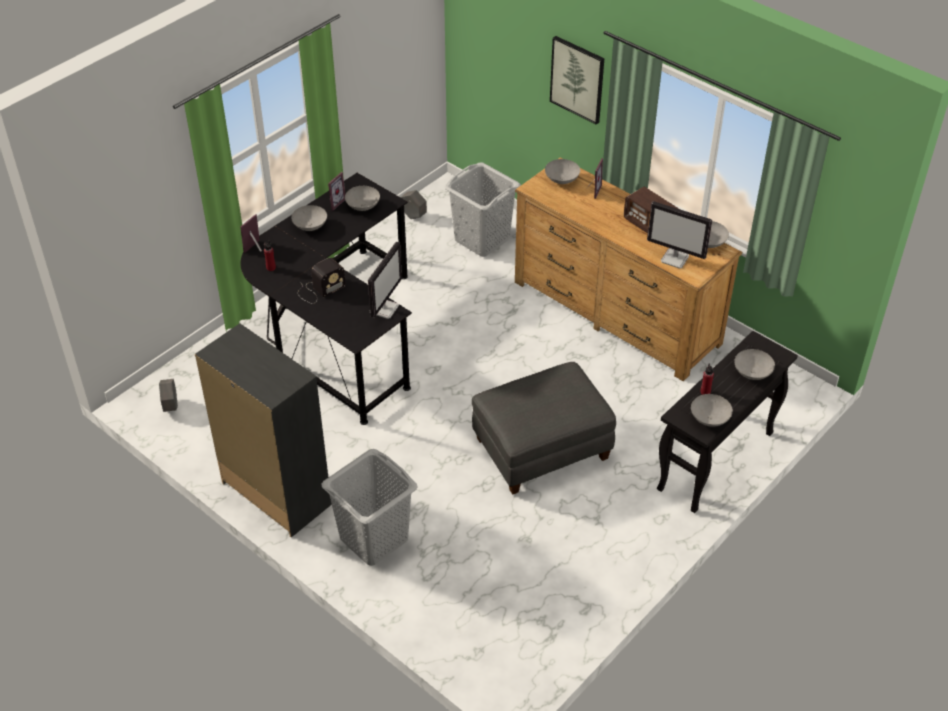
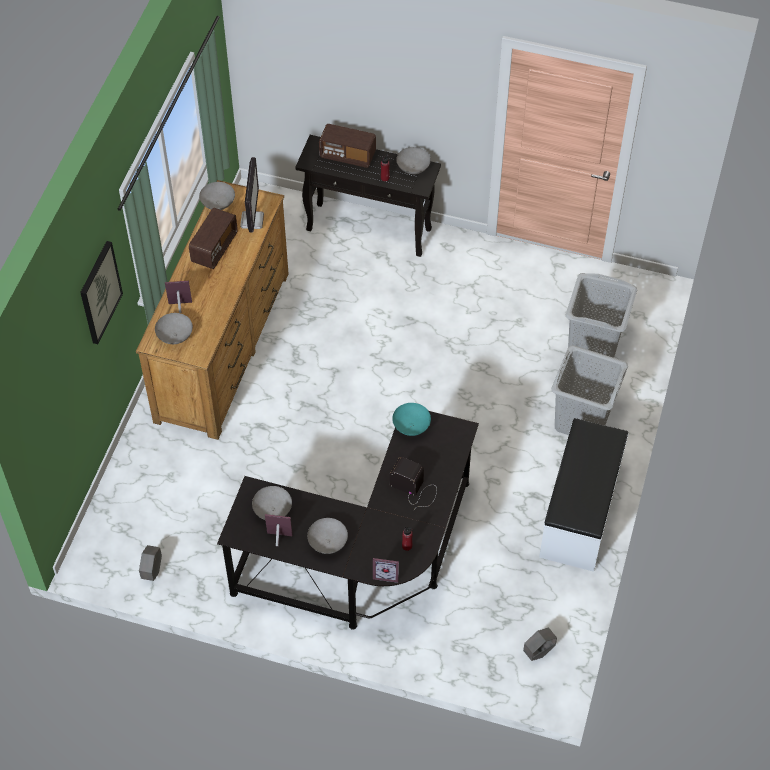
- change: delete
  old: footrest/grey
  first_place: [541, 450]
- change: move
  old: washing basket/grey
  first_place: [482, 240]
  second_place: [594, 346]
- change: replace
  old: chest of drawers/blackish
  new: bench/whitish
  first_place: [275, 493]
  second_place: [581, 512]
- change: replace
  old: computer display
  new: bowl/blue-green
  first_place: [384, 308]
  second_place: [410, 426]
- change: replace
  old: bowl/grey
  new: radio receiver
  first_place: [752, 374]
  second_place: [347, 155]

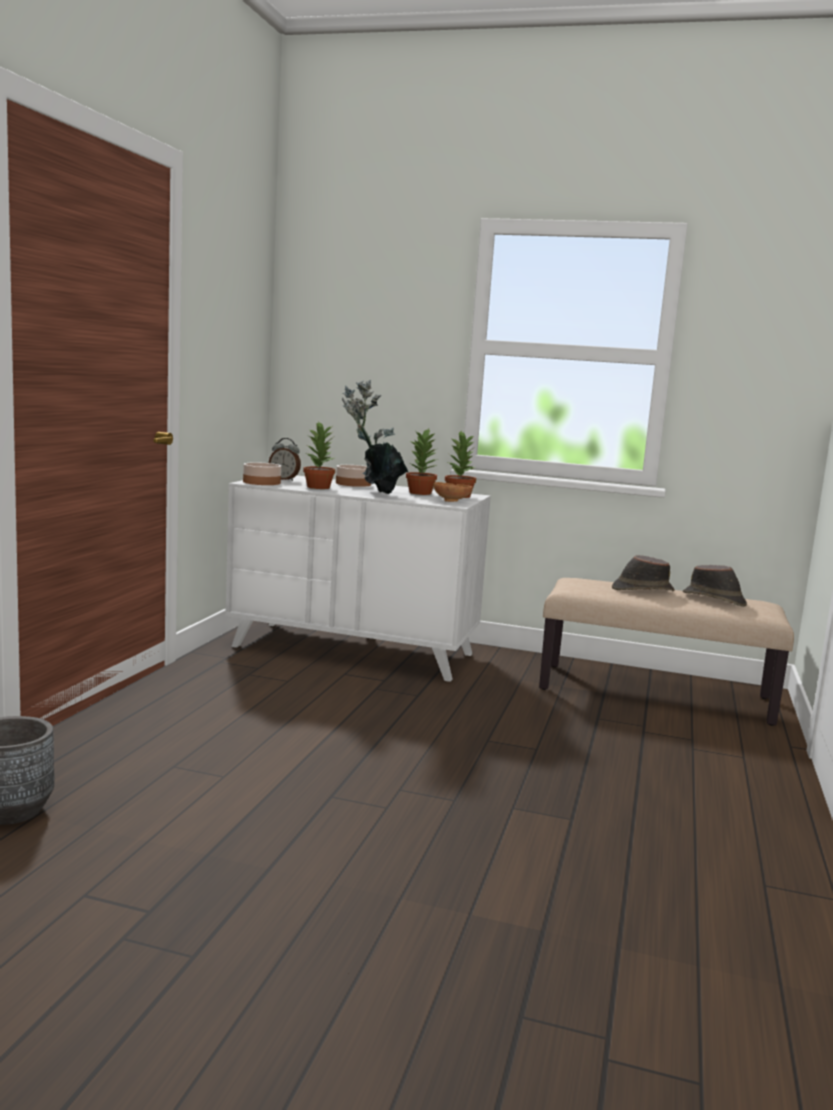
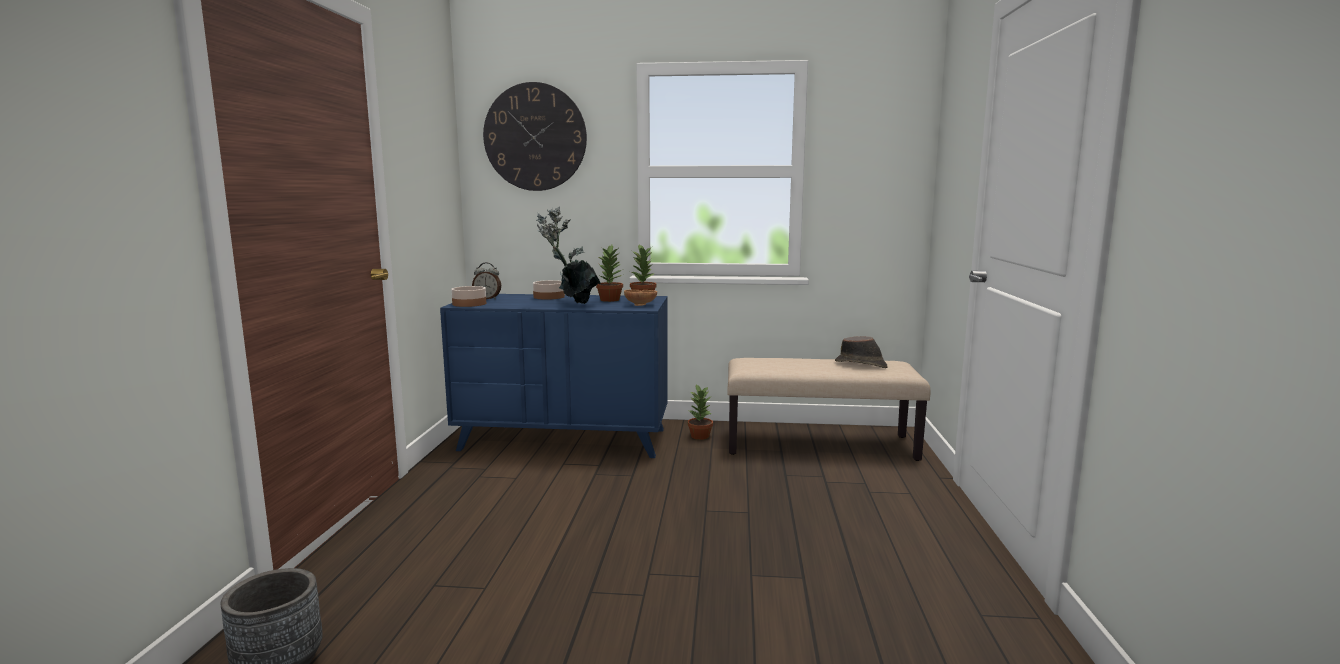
- change: delete
  old: wearable hat/brown
  first_place: [641, 590]
- change: insert
  new: clock on the wall
  second_place: [535, 137]
- change: move
  old: plant in a pot
  first_place: [319, 487]
  second_place: [700, 436]
- change: recolor
  old: chest of drawers/whitish
  new: chest of drawers/blue-coloured
  first_place: [354, 650]
  second_place: [565, 439]

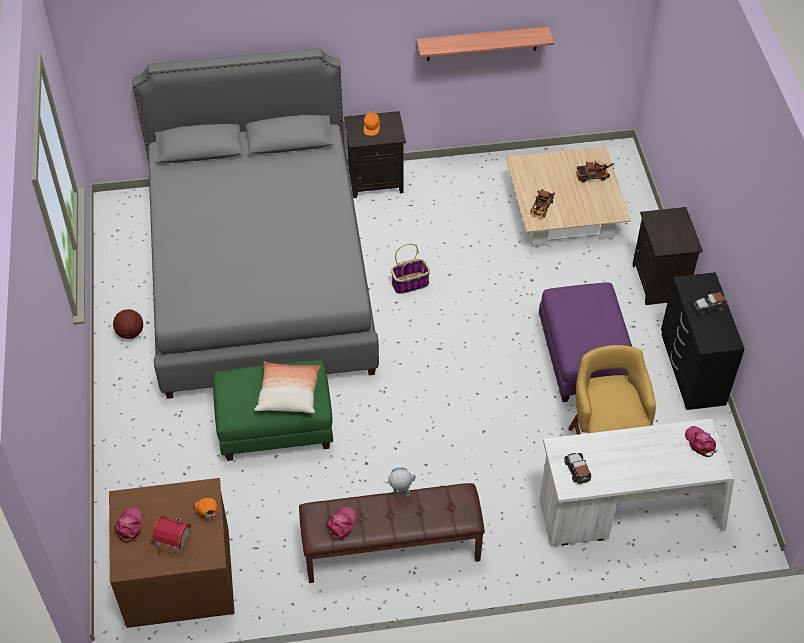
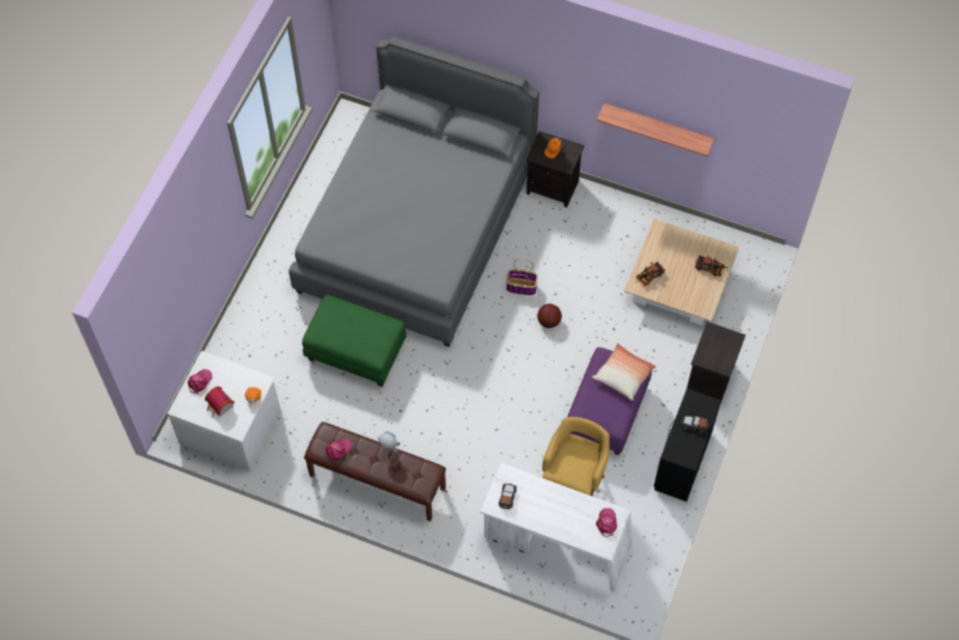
- change: move
  old: basketball
  first_place: [130, 333]
  second_place: [549, 321]
- change: move
  old: throw pillow
  first_place: [288, 394]
  second_place: [623, 375]
- change: recolor
  old: chest of drawers/brown
  new: chest of drawers/whitish
  first_place: [178, 575]
  second_place: [231, 425]

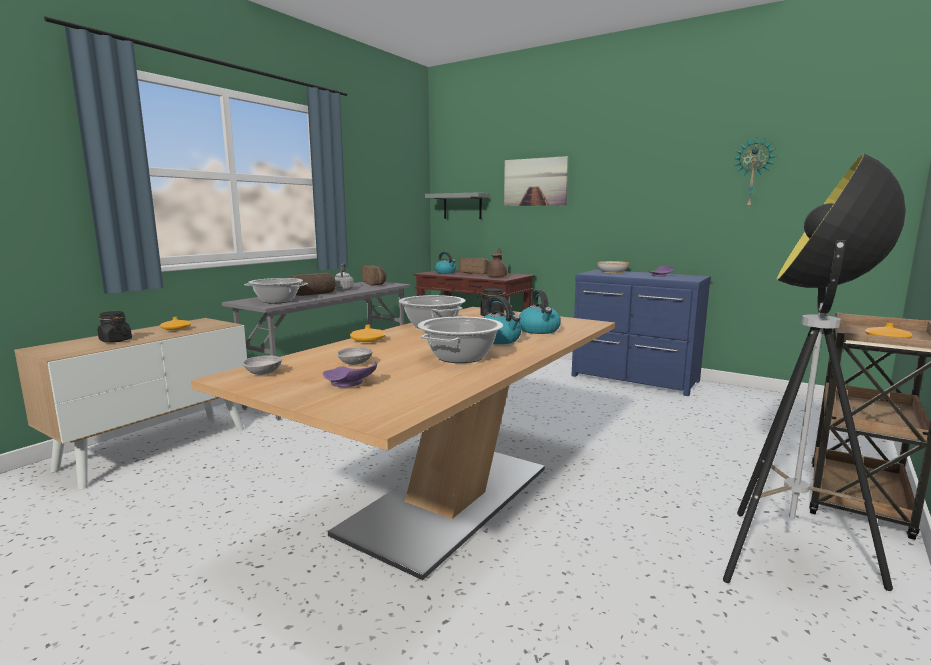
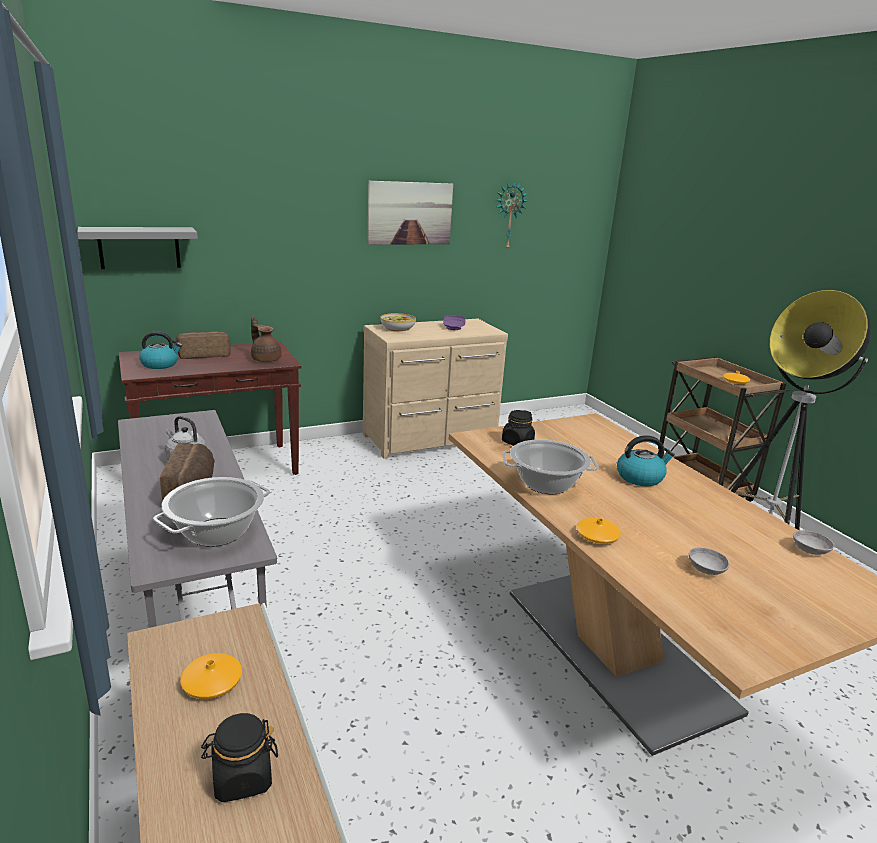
- change: delete
  old: plate/purplish
  first_place: [350, 384]
- change: delete
  old: bakery bread
  first_place: [375, 283]
- change: delete
  old: saucepot
  first_place: [460, 357]
- change: delete
  old: water kettle
  first_place: [539, 330]
- change: move
  old: bowl/grey
  first_place: [263, 373]
  second_place: [810, 550]
- change: move
  old: wall picture
  first_place: [535, 182]
  second_place: [410, 213]
- change: recolor
  old: chest of drawers/blue-coloured
  new: chest of drawers/beige-coloured
  first_place: [634, 379]
  second_place: [432, 439]

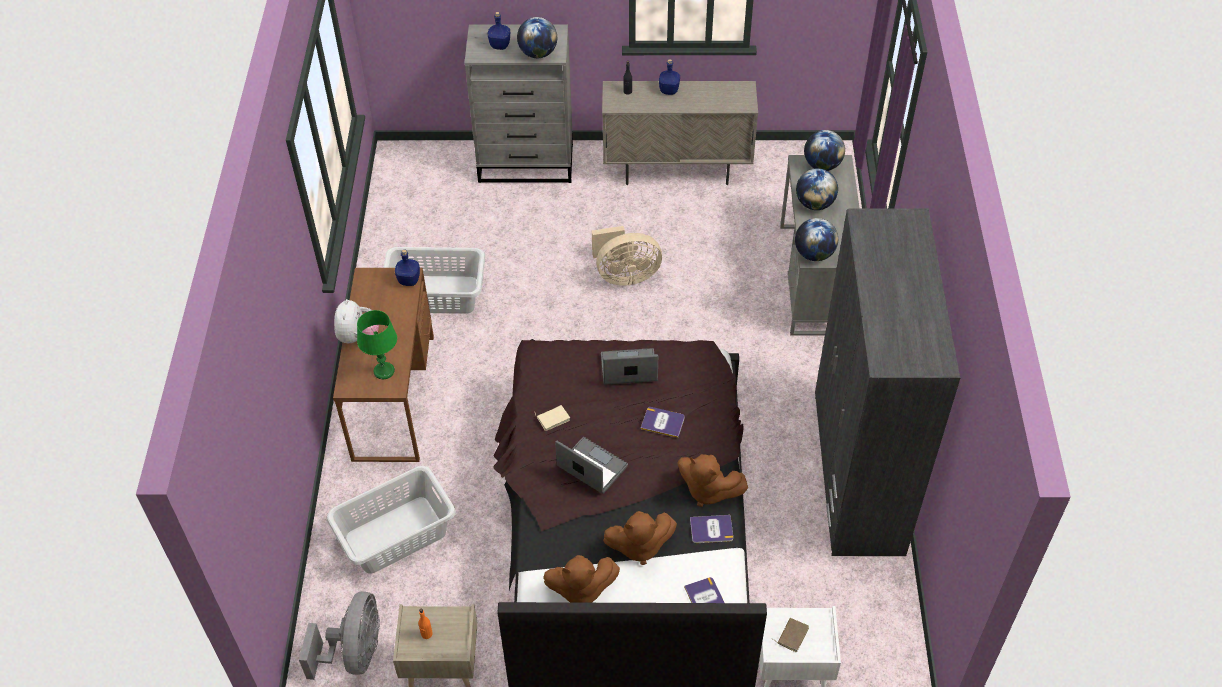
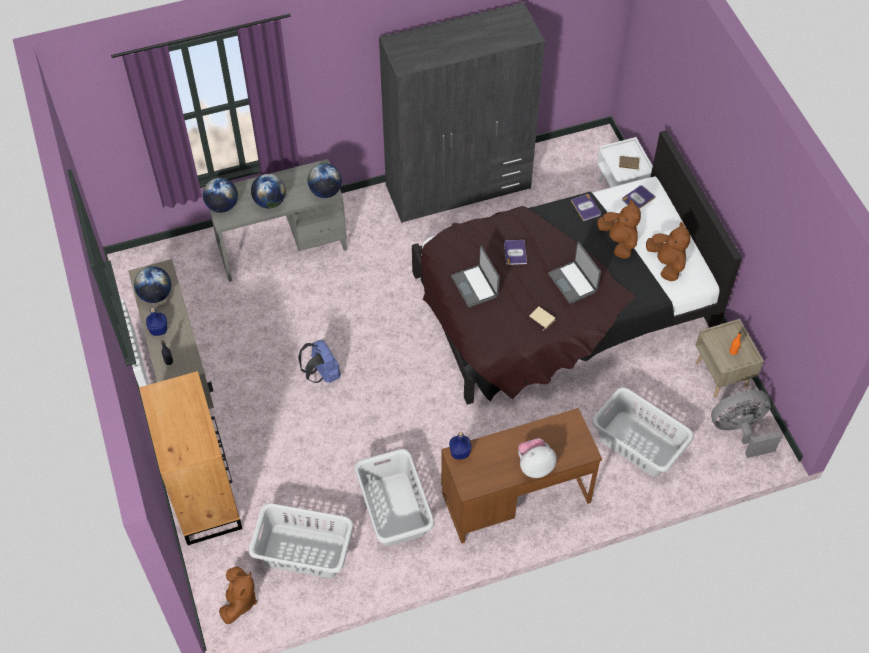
- change: delete
  old: tabletop lamp/greenish
  first_place: [383, 371]
- change: delete
  old: bottle/blue-coloured
  first_place: [500, 45]
- change: insert
  new: washing basket/grey
  second_place: [304, 552]
- change: move
  old: desk globe
  first_place: [538, 53]
  second_place: [155, 295]
- change: move
  old: plush toy/brown
  first_place: [707, 490]
  second_place: [239, 601]
- change: replace
  old: cooling fan/beige-coloured
  new: backpack/blue-coloured
  first_place: [625, 275]
  second_place: [322, 374]
- change: recolor
  old: chest of drawers/grey
  new: chest of drawers/brown
  first_place: [527, 163]
  second_place: [204, 495]
- change: rotate
  old: notebook computer
  first_place: [591, 467]
  second_place: [573, 282]
  degrees: -45

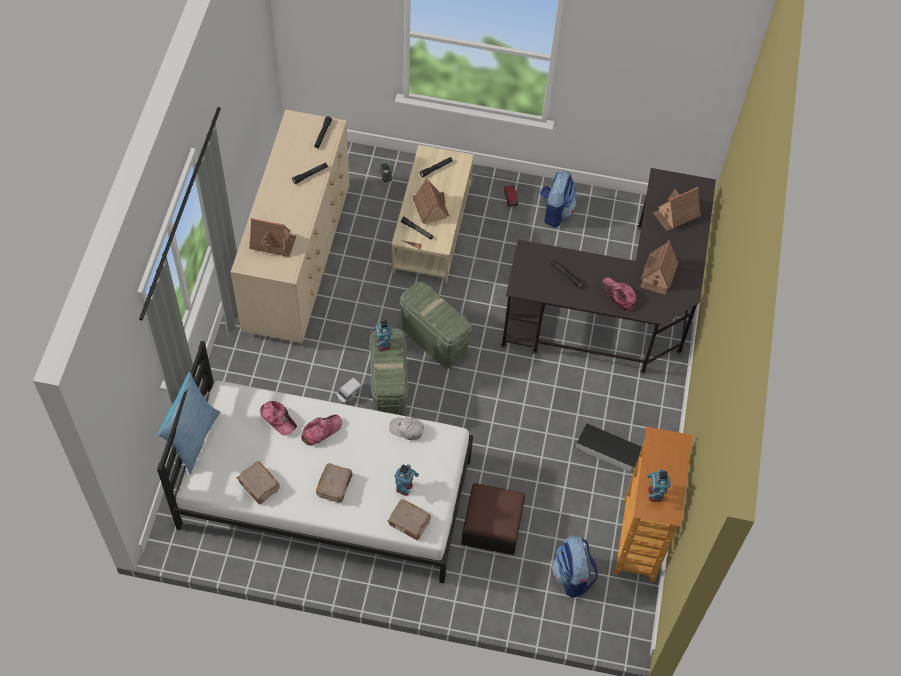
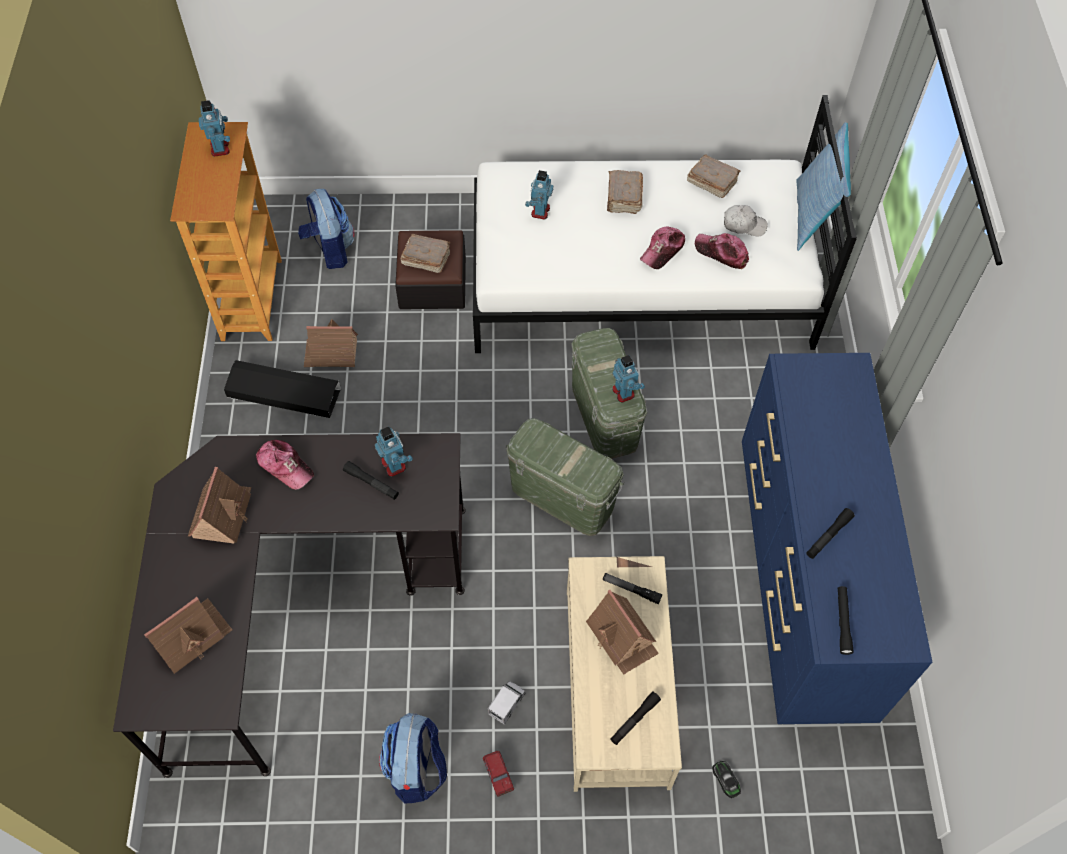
- change: insert
  new: model robot
  second_place: [394, 464]
- change: move
  old: miniature house
  first_place: [272, 242]
  second_place: [332, 353]
- change: move
  old: toy truck
  first_place: [348, 394]
  second_place: [507, 704]
- change: move
  old: bound book/brown
  first_place: [409, 523]
  second_place: [425, 259]
- change: move
  old: cap/whitish
  first_place: [407, 430]
  second_place: [743, 225]
- change: recolor
  old: chest of drawers/beige-coloured
  new: chest of drawers/blue-coloured
  first_place: [298, 260]
  second_place: [802, 580]

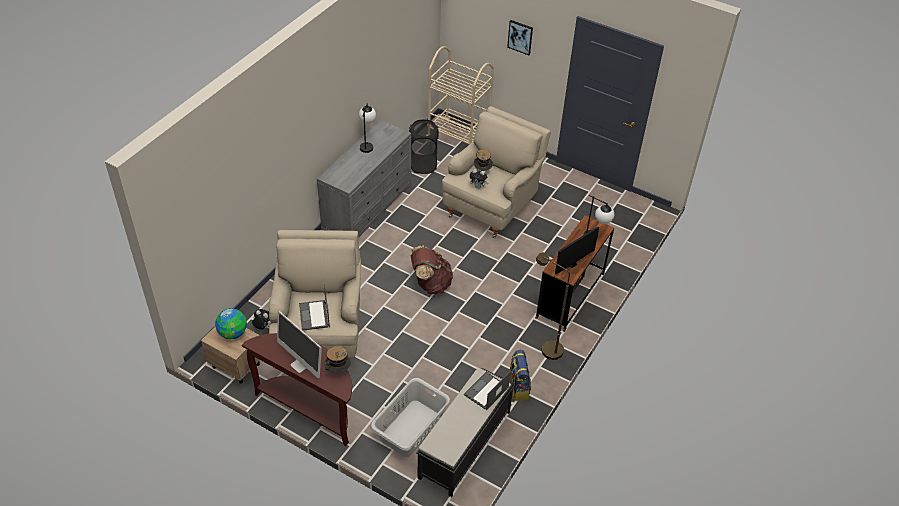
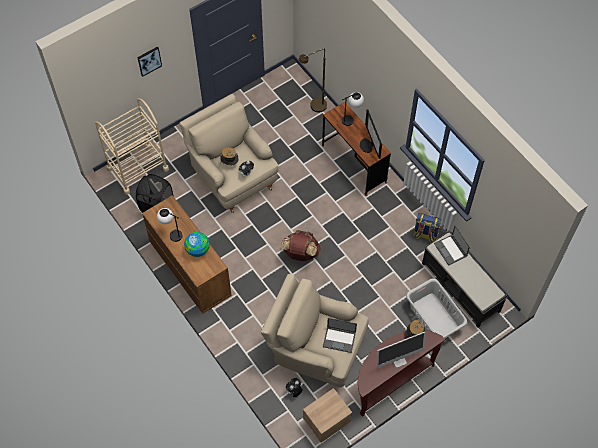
- change: move
  old: desk globe
  first_place: [233, 333]
  second_place: [198, 249]
- change: move
  old: floor lamp/brown
  first_place: [546, 348]
  second_place: [314, 108]
- change: recolor
  old: chest of drawers/grey
  new: chest of drawers/brown
  first_place: [368, 207]
  second_place: [190, 269]

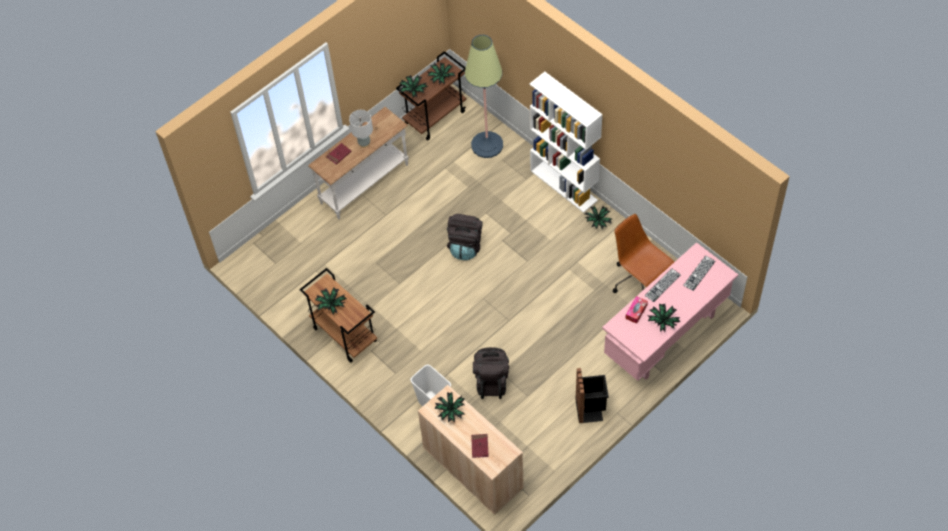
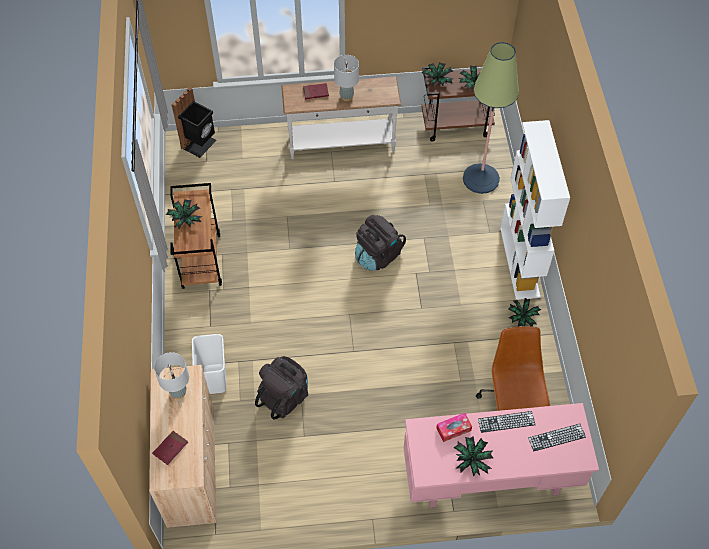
- change: move
  old: rubbish bin/blackish
  first_place: [590, 409]
  second_place: [200, 144]
- change: replace
  old: plant in a pot
  new: tabletop lamp/grey
  first_place: [450, 411]
  second_place: [178, 392]

